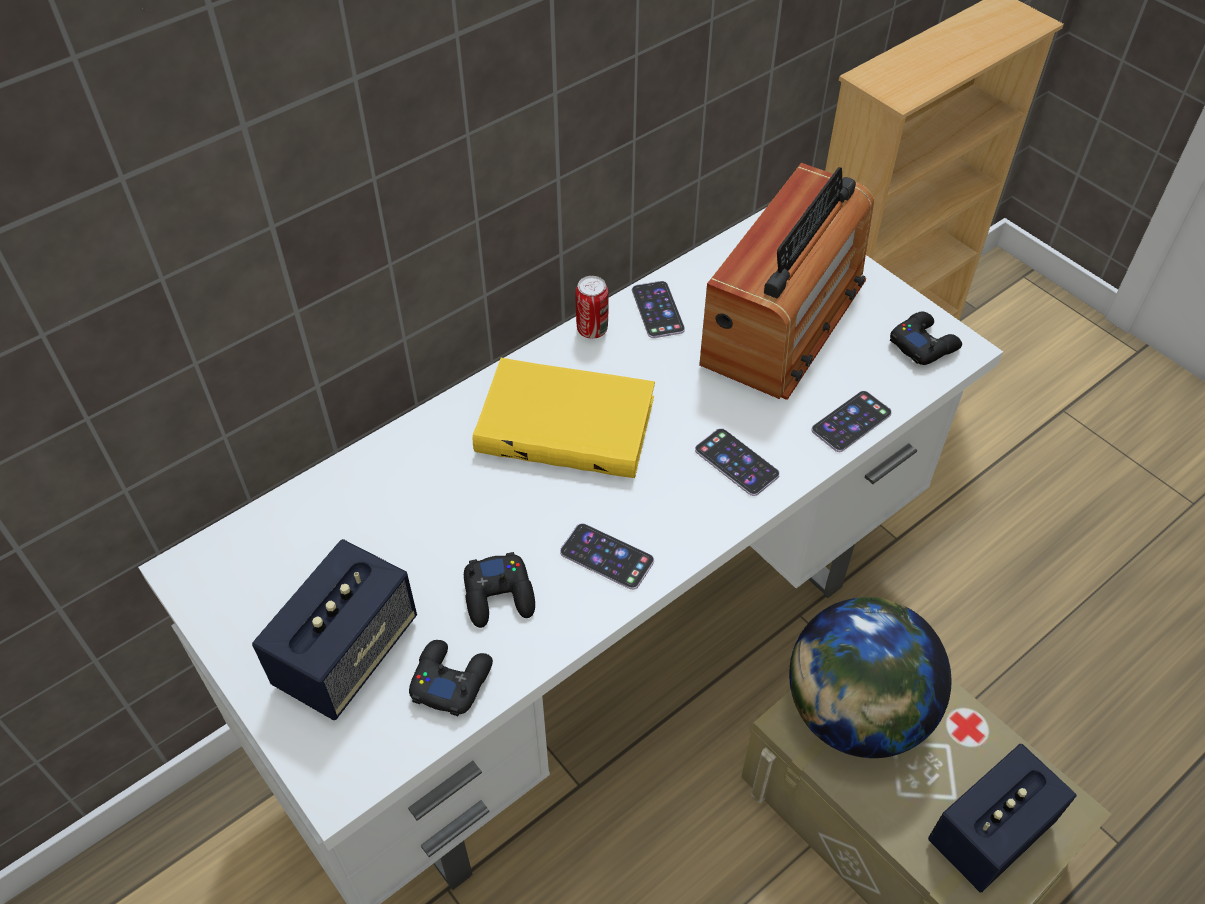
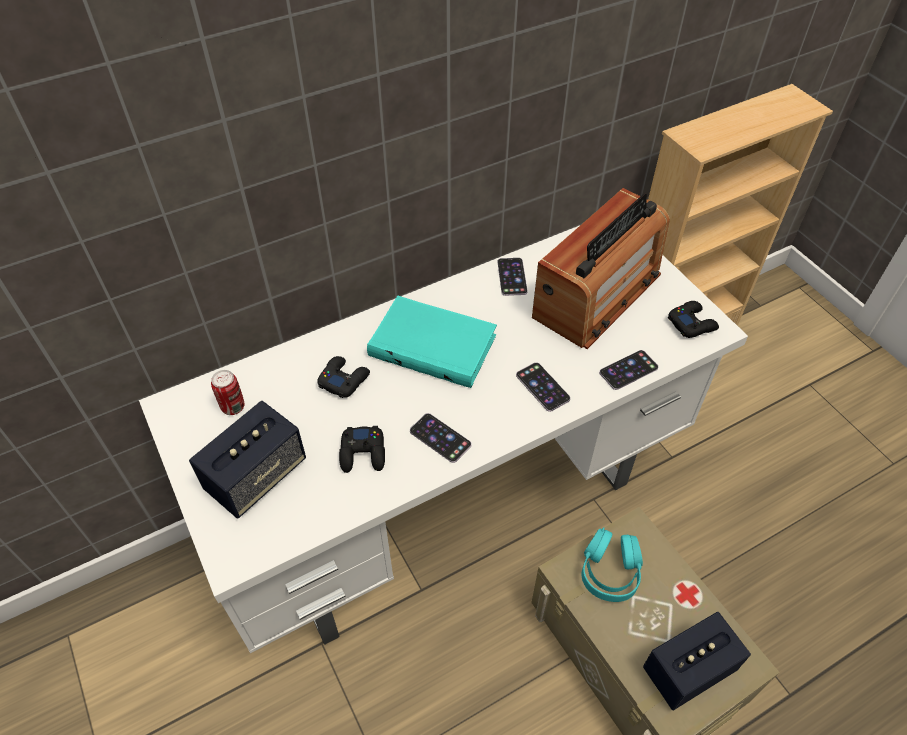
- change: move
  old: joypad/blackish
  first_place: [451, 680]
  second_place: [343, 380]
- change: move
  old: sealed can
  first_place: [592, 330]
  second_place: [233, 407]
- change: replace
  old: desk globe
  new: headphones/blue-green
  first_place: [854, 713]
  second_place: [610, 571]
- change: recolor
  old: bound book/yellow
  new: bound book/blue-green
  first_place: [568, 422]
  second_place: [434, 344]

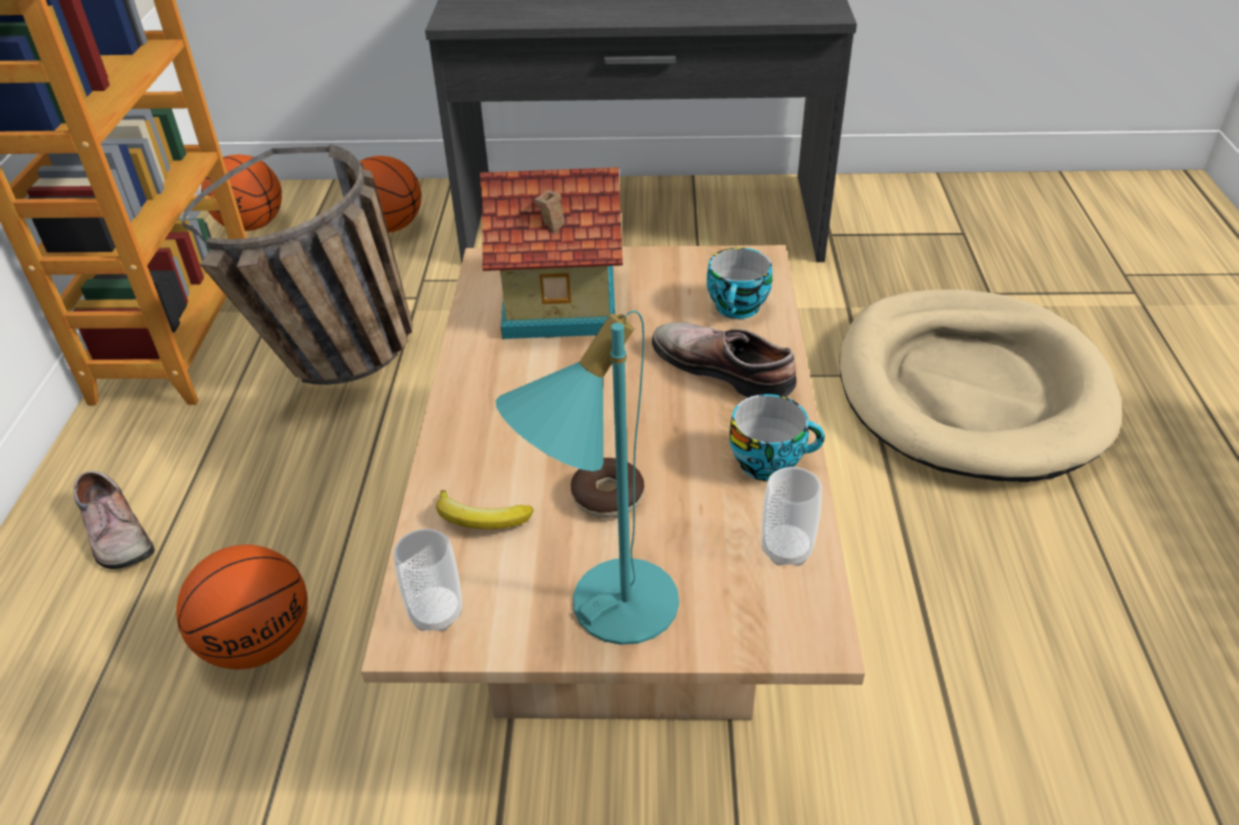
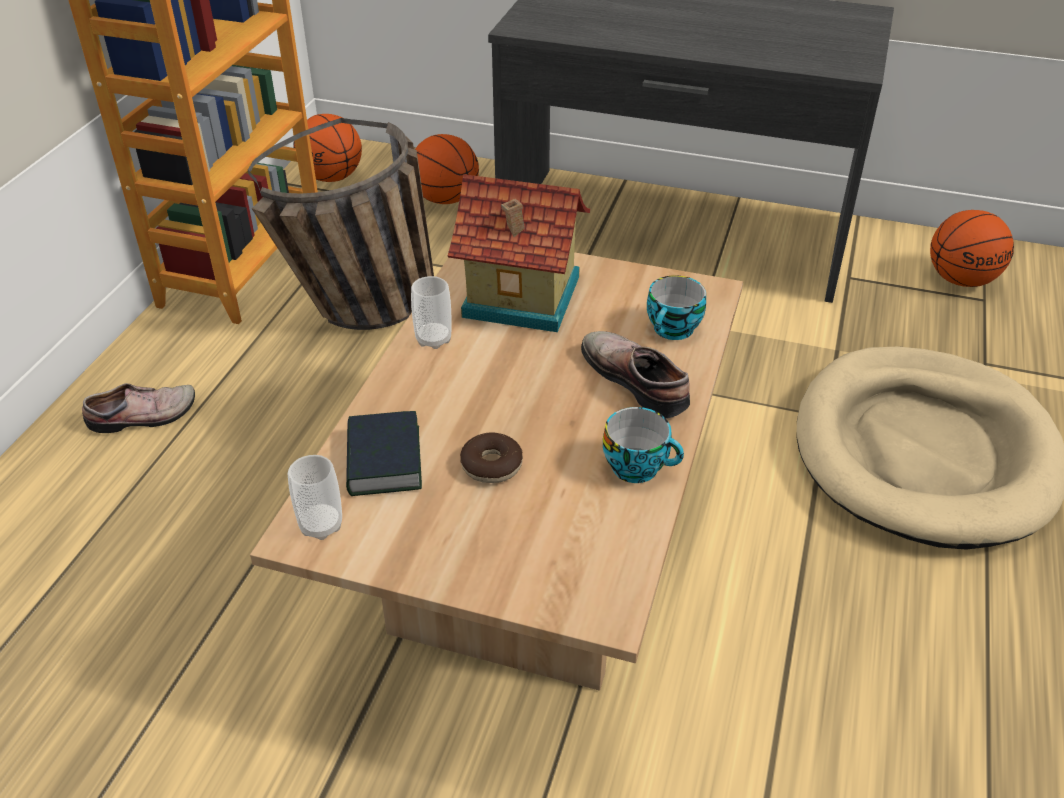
- change: delete
  old: tabletop lamp/blue-green
  first_place: [603, 604]
- change: move
  old: basketball
  first_place: [259, 642]
  second_place: [961, 280]
- change: move
  old: cup
  first_place: [786, 550]
  second_place: [433, 339]
- change: replace
  old: banana fruit
  new: bound book
  first_place: [481, 520]
  second_place: [384, 461]
- change: rotate
  old: item of footwear
  first_place: [113, 535]
  second_place: [144, 417]
  degrees: -90

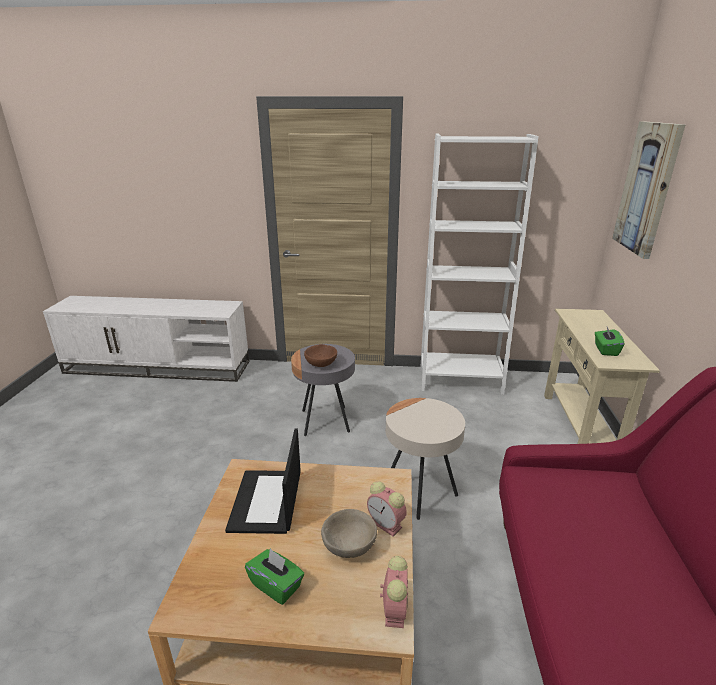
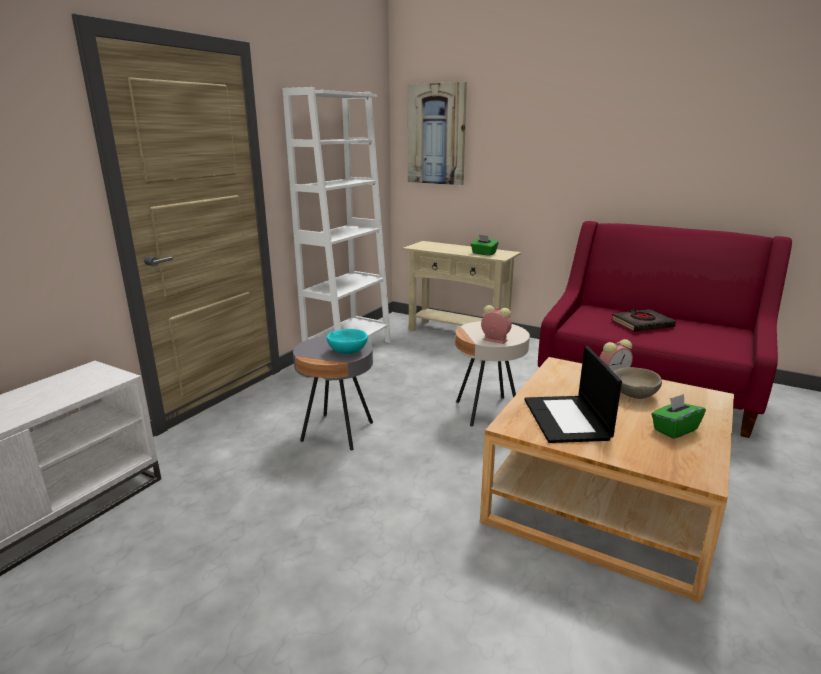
- change: insert
  new: bound book/blackish
  second_place: [642, 324]
- change: move
  old: bedside clock
  first_place: [394, 609]
  second_place: [494, 340]
- change: recolor
  old: bowl/brown
  new: bowl/blue-green
  first_place: [321, 364]
  second_place: [348, 351]
- change: rotate
  old: notebook computer
  first_place: [267, 502]
  second_place: [567, 419]
  degrees: 60

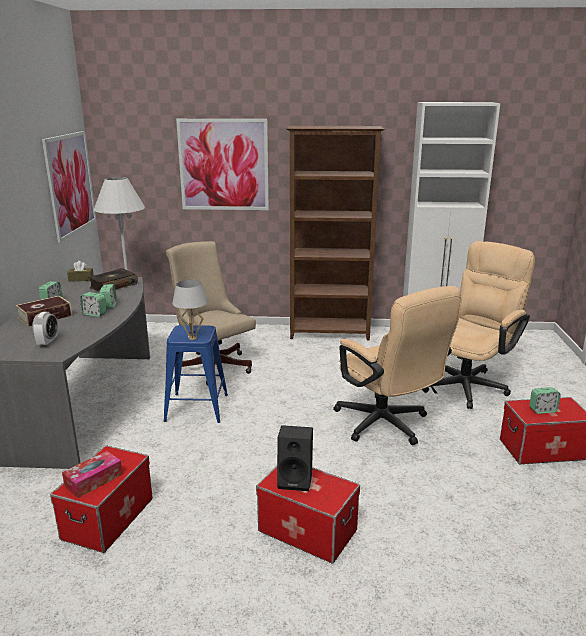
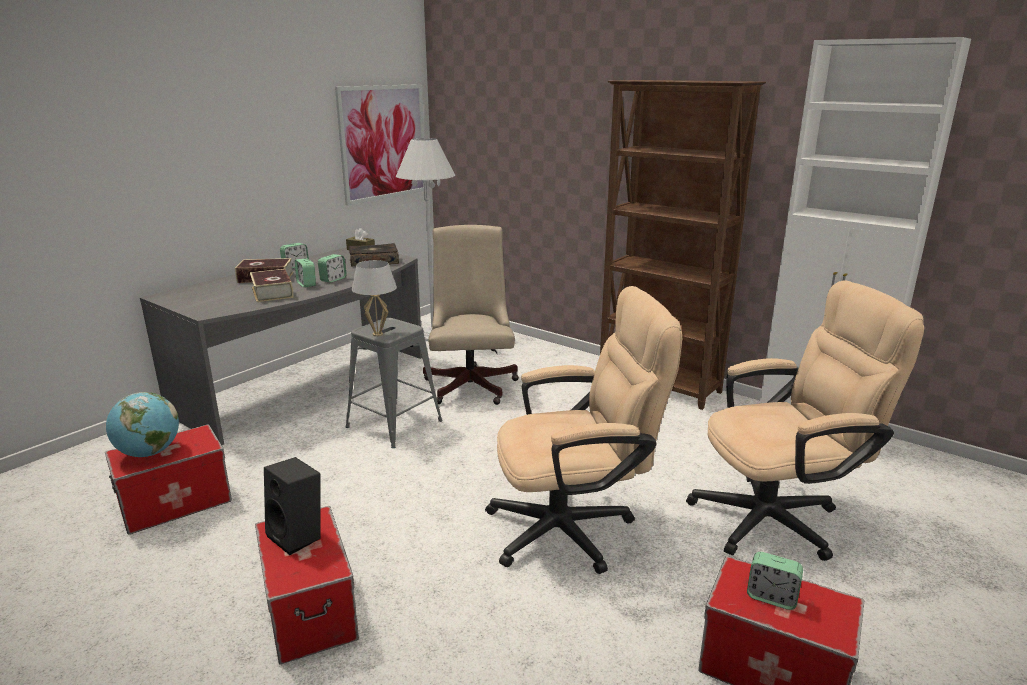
- change: delete
  old: bedside clock
  first_place: [48, 342]
- change: delete
  old: wall picture
  first_place: [223, 165]
- change: insert
  new: bound book
  second_place: [272, 292]
- change: replace
  old: box of tissues
  new: desk globe
  first_place: [94, 480]
  second_place: [149, 453]
- change: recolor
  old: stool/blue-coloured
  new: stool/grey
  first_place: [196, 407]
  second_place: [394, 424]
- change: rotate
  old: office chair/beige-coloured
  first_place: [387, 426]
  second_place: [574, 528]
  degrees: -105

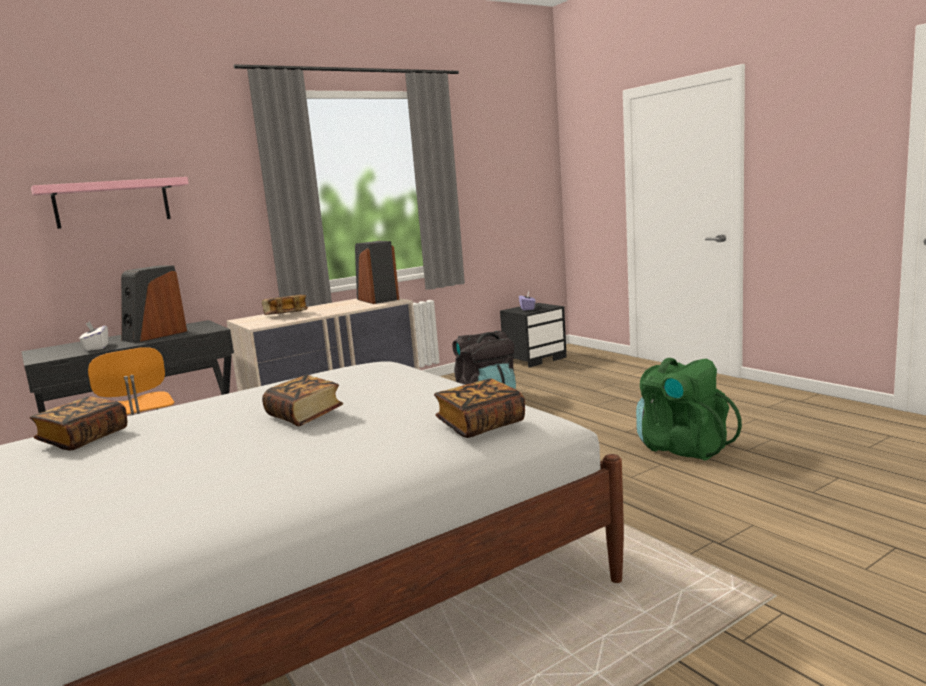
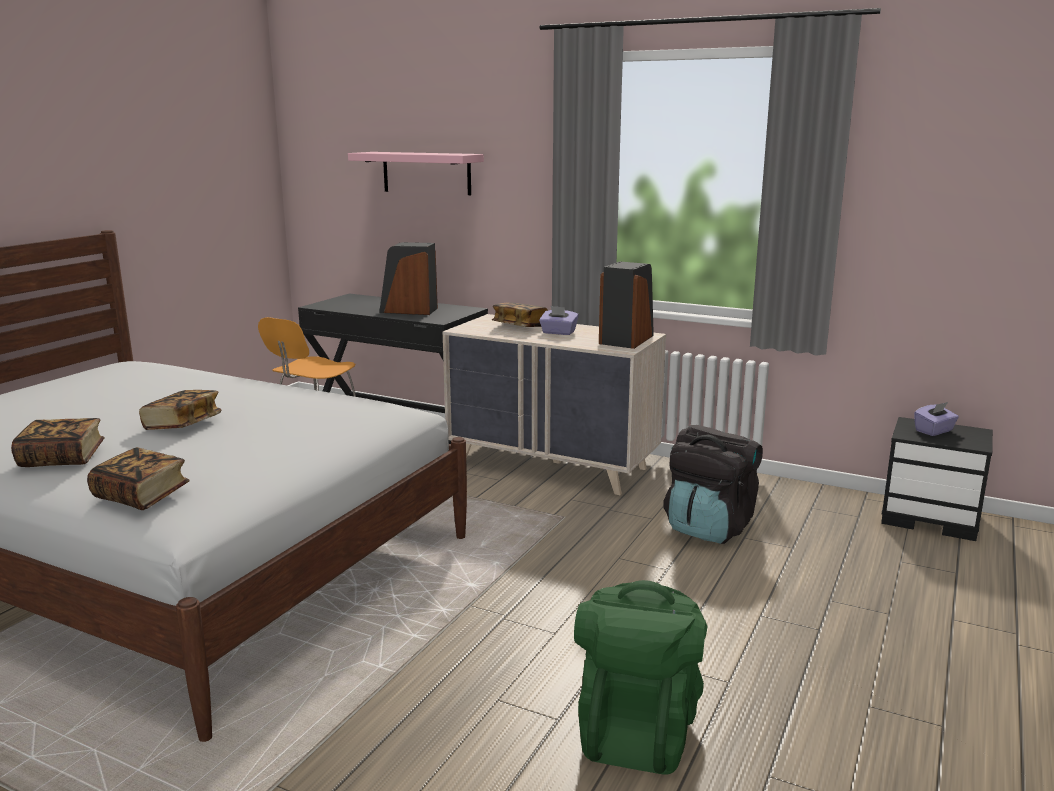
- change: delete
  old: box of tissues/whitish
  first_place: [96, 347]
- change: insert
  new: box of tissues/purplish
  second_place: [558, 332]
- change: move
  old: bound book
  first_place: [84, 438]
  second_place: [62, 458]

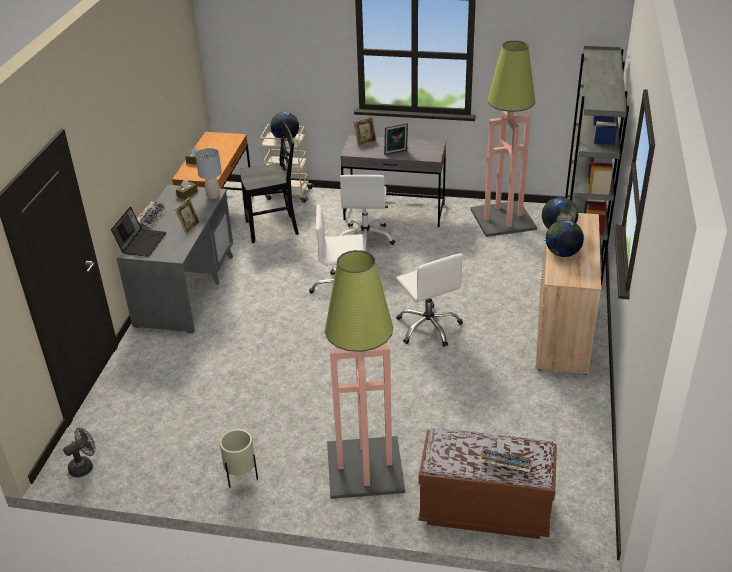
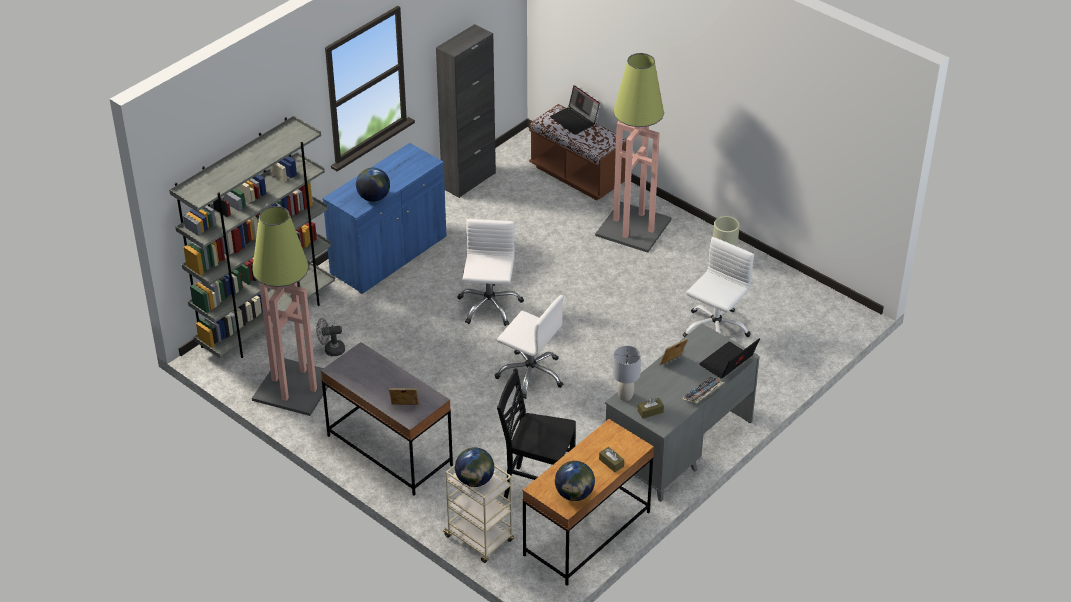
- change: delete
  old: photo frame
  first_place: [396, 153]
- change: insert
  new: storage cabinet/blackish
  second_place: [468, 180]
- change: move
  old: cooling fan/grey
  first_place: [84, 466]
  second_place: [331, 350]
- change: move
  old: office chair/whitish
  first_place: [366, 239]
  second_place: [715, 329]
- change: move
  old: desk globe
  first_place: [562, 253]
  second_place: [574, 494]
- change: replace
  old: PC keyboard
  new: notebook computer
  first_place: [504, 465]
  second_place: [575, 120]
- change: recolor
  old: storage cabinet/beige-coloured
  new: storage cabinet/blue-coloured
  first_place: [562, 332]
  second_place: [389, 256]

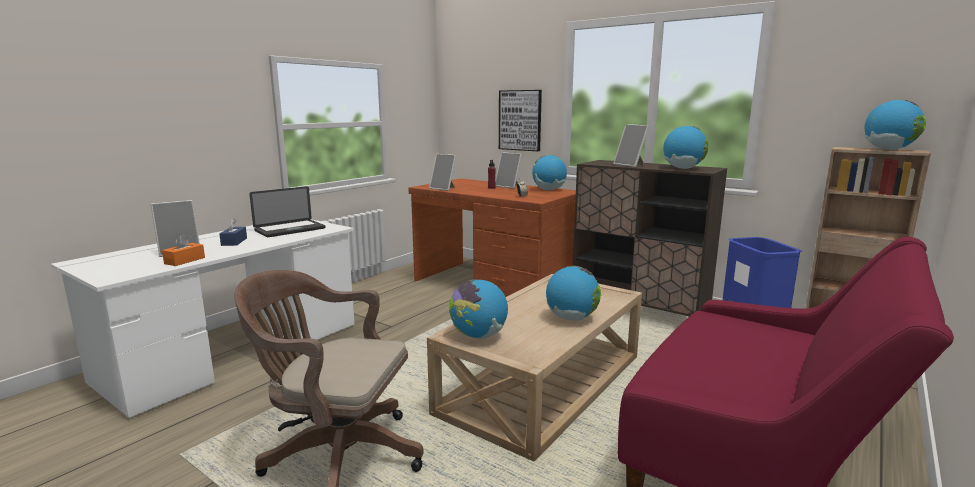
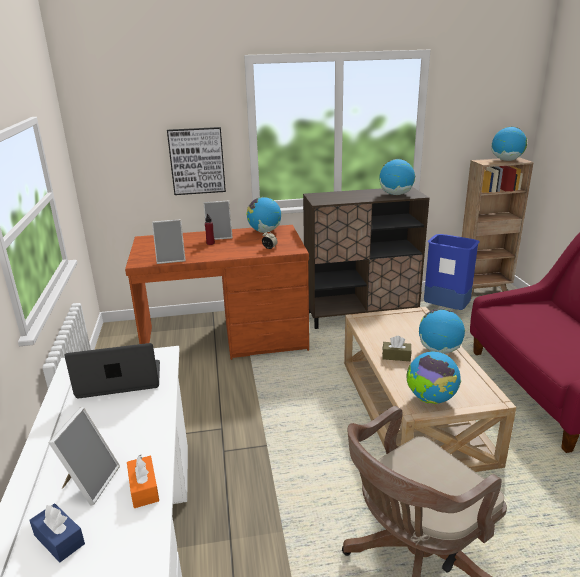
- change: delete
  old: photo frame
  first_place: [631, 165]
- change: insert
  new: box of tissues/brown
  second_place: [396, 356]
- change: move
  old: box of tissues/blue-coloured
  first_place: [234, 242]
  second_place: [59, 539]
- change: rotate
  old: notebook computer
  first_place: [290, 229]
  second_place: [119, 381]
  degrees: -105

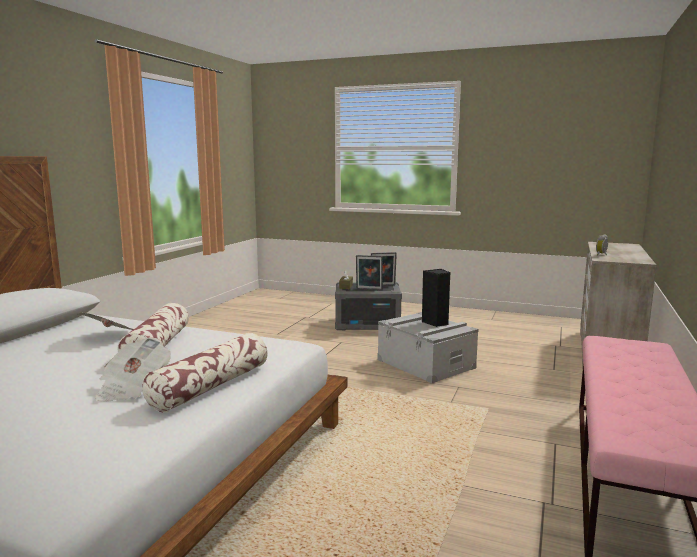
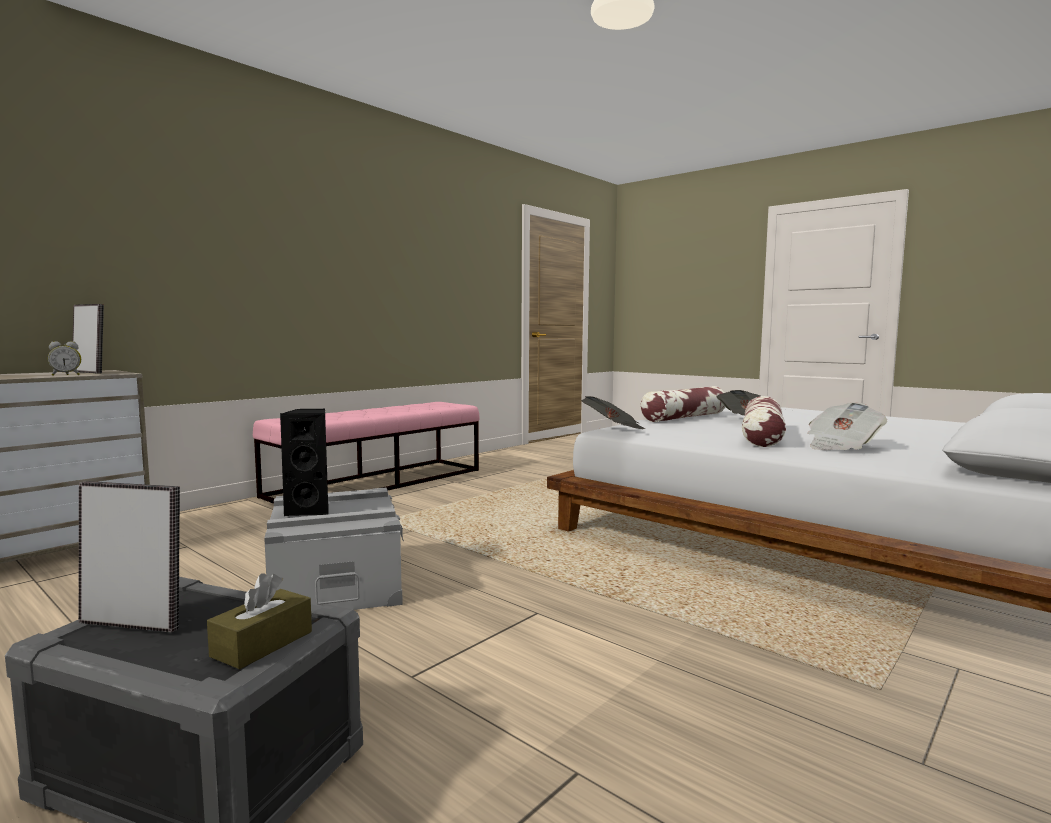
- change: insert
  new: printed paper
  second_place: [613, 430]
- change: move
  old: photo frame
  first_place: [369, 289]
  second_place: [90, 372]

